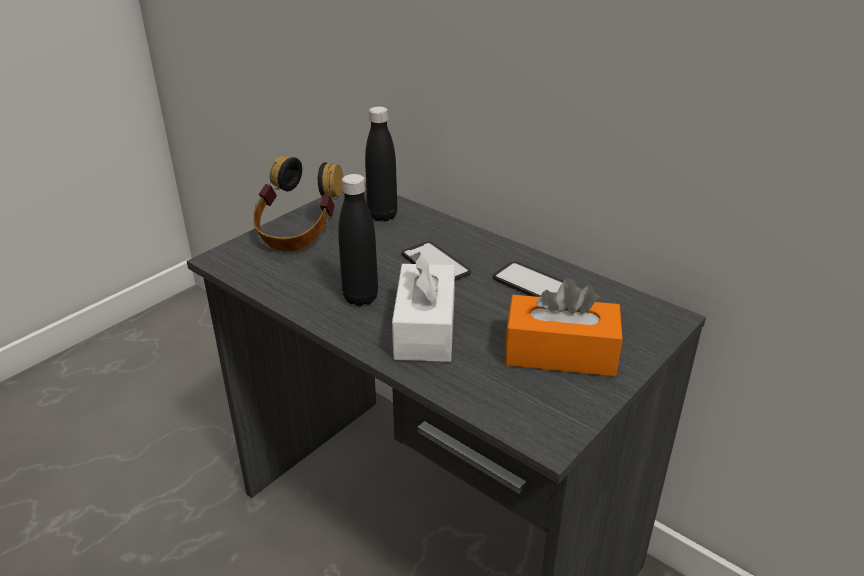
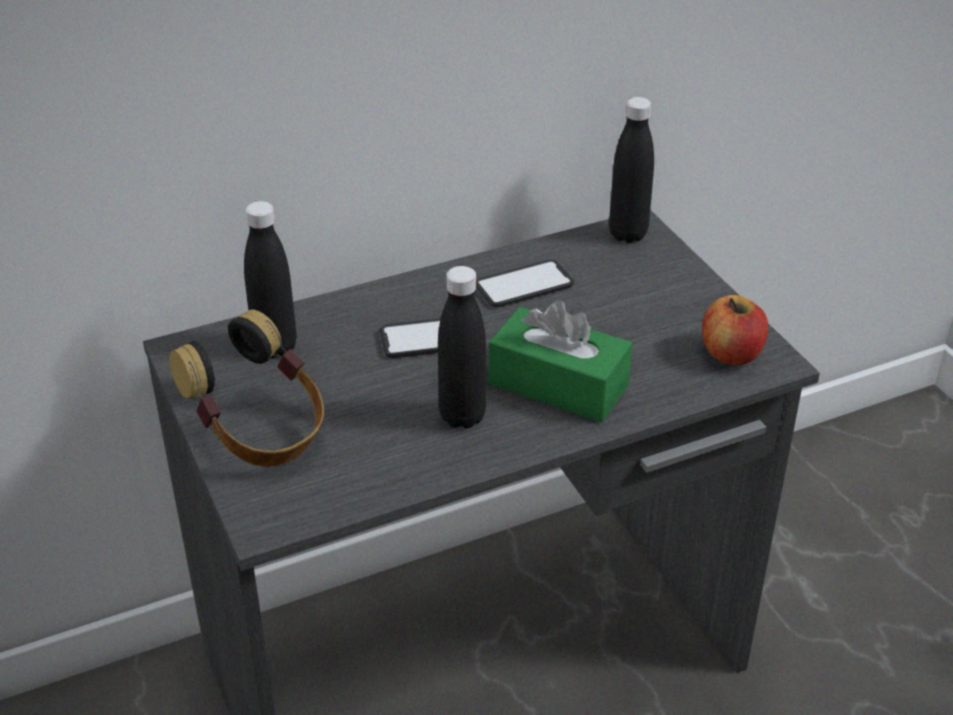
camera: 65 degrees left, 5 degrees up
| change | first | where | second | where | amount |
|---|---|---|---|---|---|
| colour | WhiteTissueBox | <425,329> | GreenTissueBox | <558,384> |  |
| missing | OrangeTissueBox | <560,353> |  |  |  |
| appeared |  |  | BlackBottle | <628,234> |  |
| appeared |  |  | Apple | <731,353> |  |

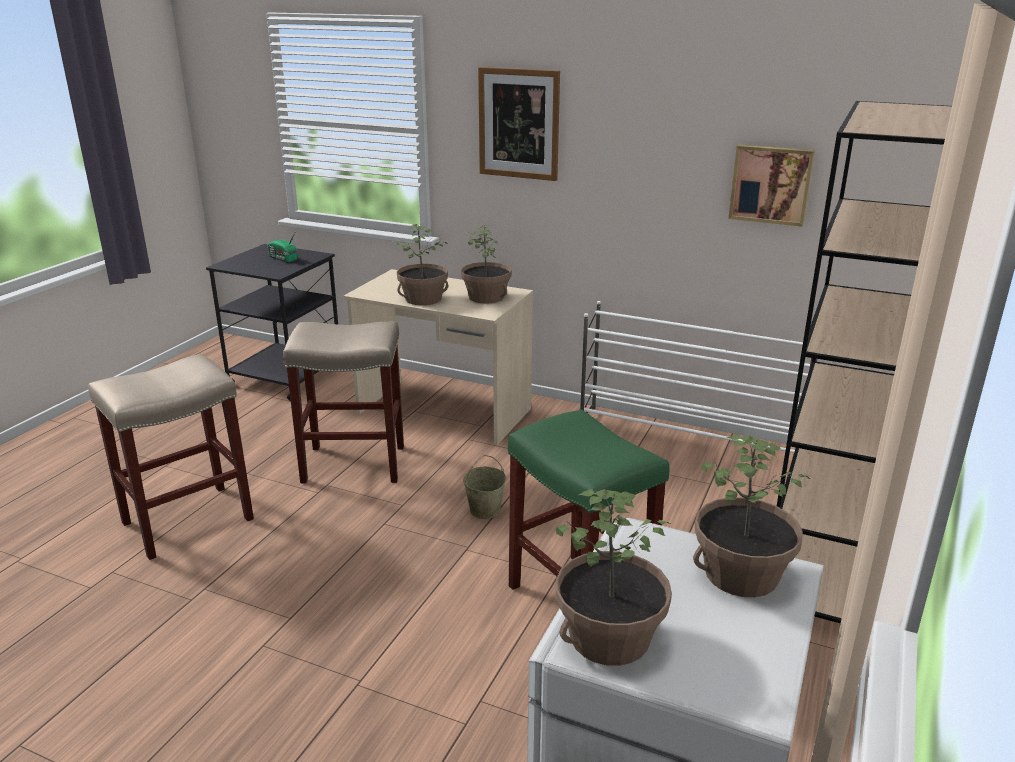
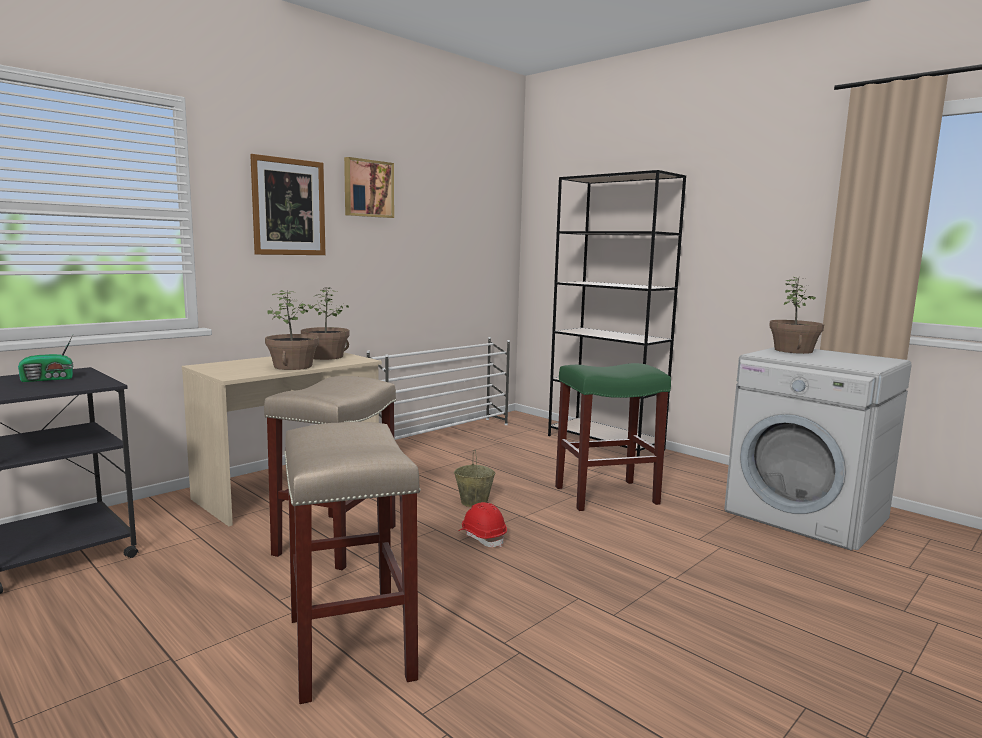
camera: 70 degrees left, 15 degrees down
| change | first | where | second | where | amount |
|---|---|---|---|---|---|
| missing | PottedPlant | <610,638> |  |  |  |
| relocated | Picture | <771,184> |  | <368,188> |  |
| appeared |  |  | RedHardHat | <482,537> |  |

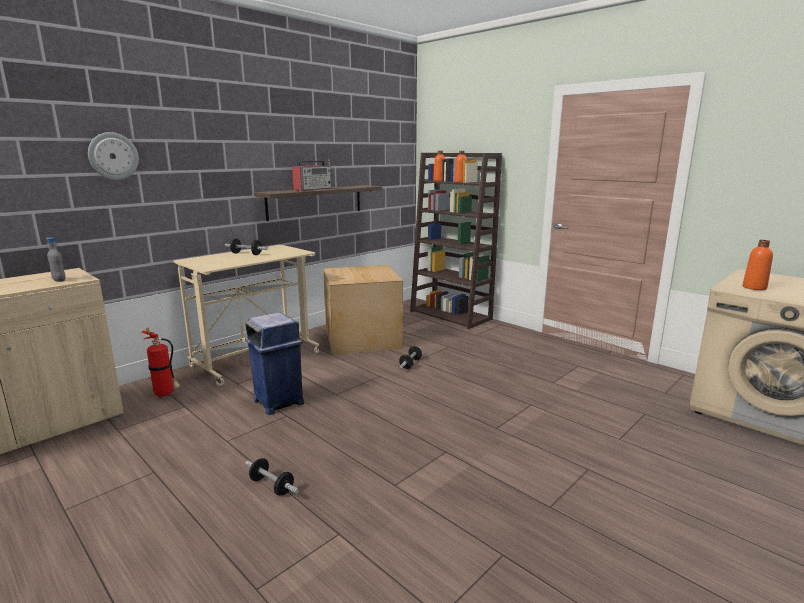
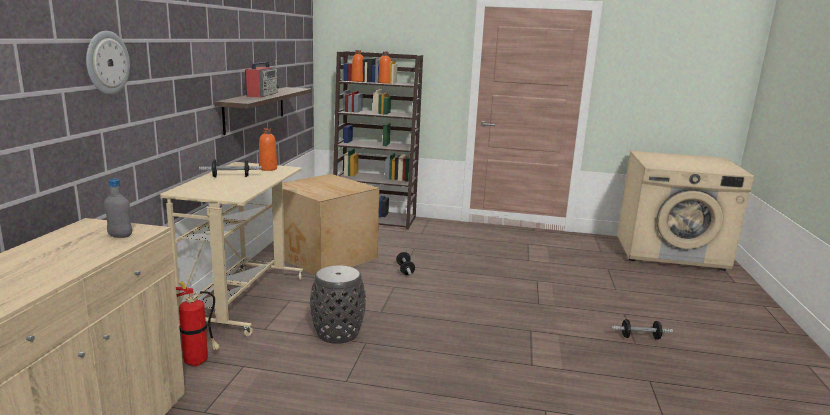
camera: 35 degrees left, 0 degrees up
| change | first | where | second | where | amount |
|---|---|---|---|---|---|
| exchanged | BlueTrashCan | <278,402> | GreyStool | <338,333> |  |
| relocated | Dumbbell | <272,486> |  | <640,337> |  |
| relocated | OrangeBottle | <754,287> |  | <268,169> |  |

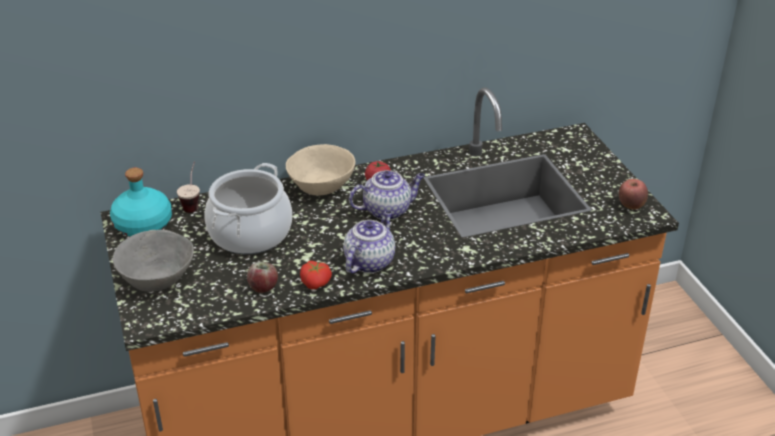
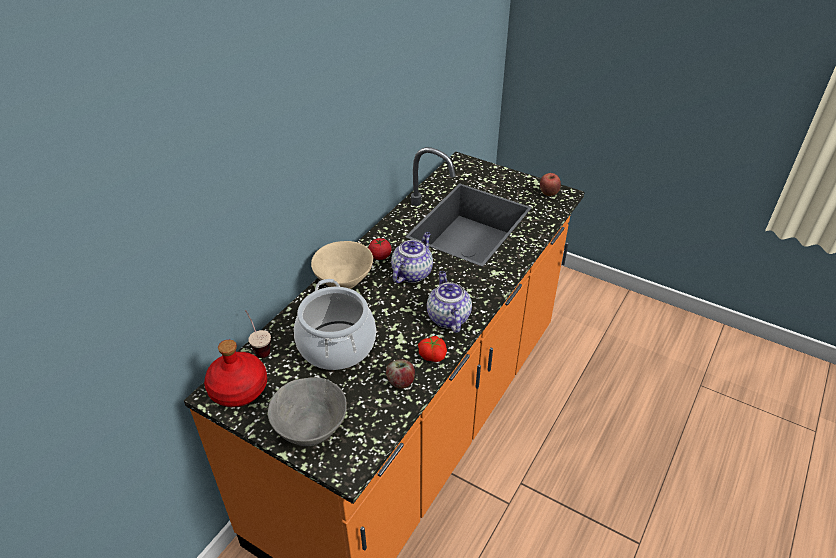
camera: 40 degrees left, 5 degrees up
| change | first | where | second | where | amount |
|---|---|---|---|---|---|
| colour | TurquoiseBottle | <142,225> | RedBottle | <238,389> |  |

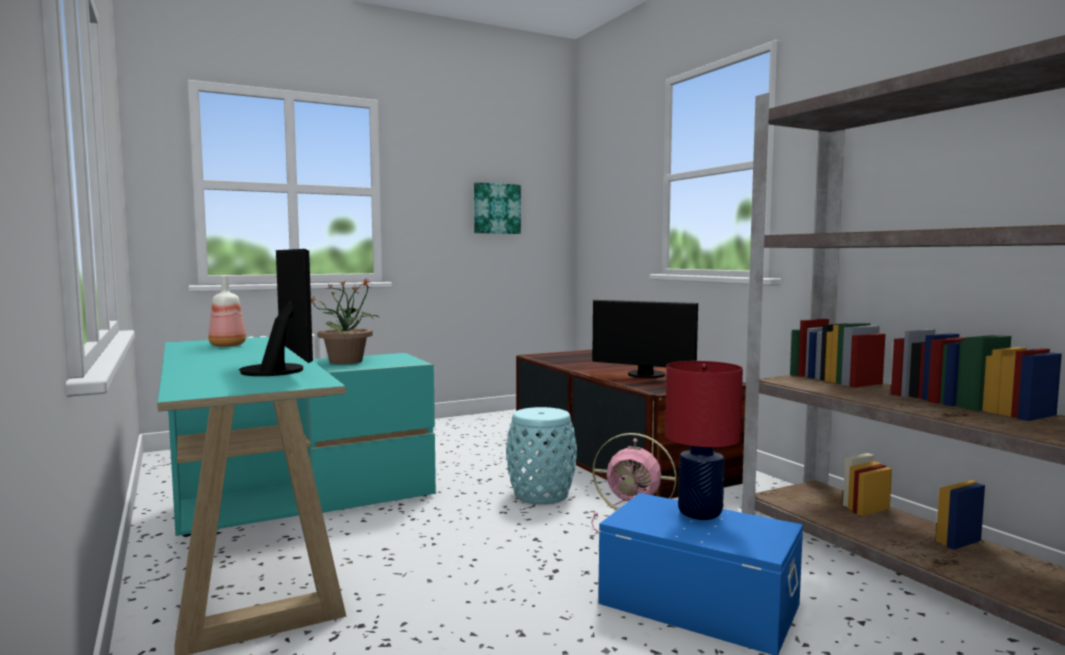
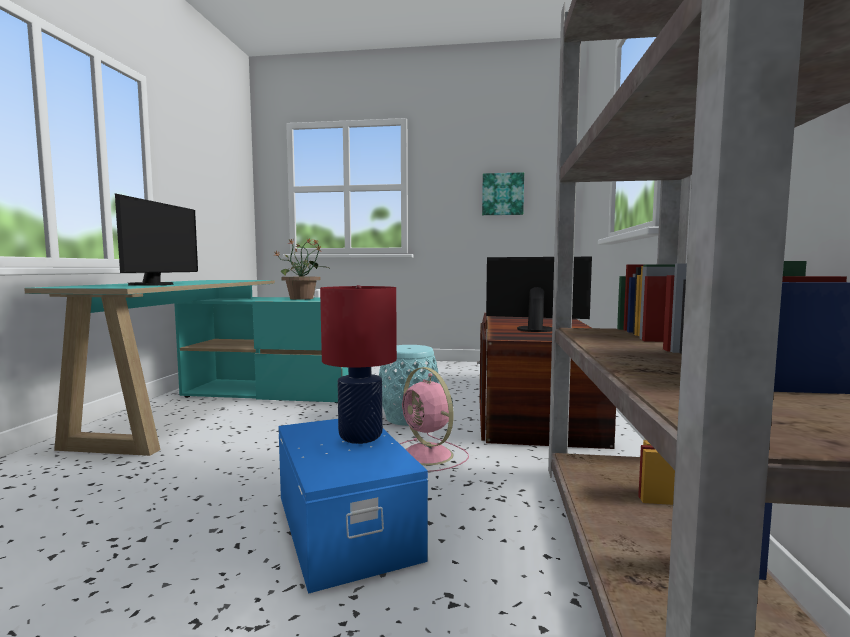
camera: 35 degrees right, 0 degrees up
| change | first | where | second | where | amount |
|---|---|---|---|---|---|
| missing | Bottle | <227,346> |  |  |  |
| spun | Monitor | <645,375> |  | <535,329> | 135 degrees clockwise |

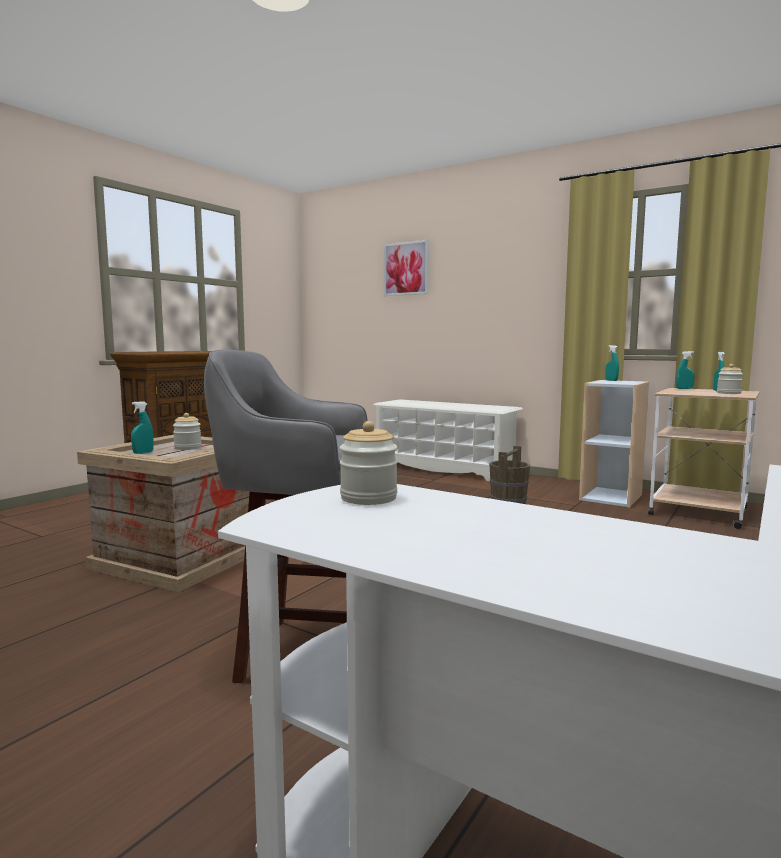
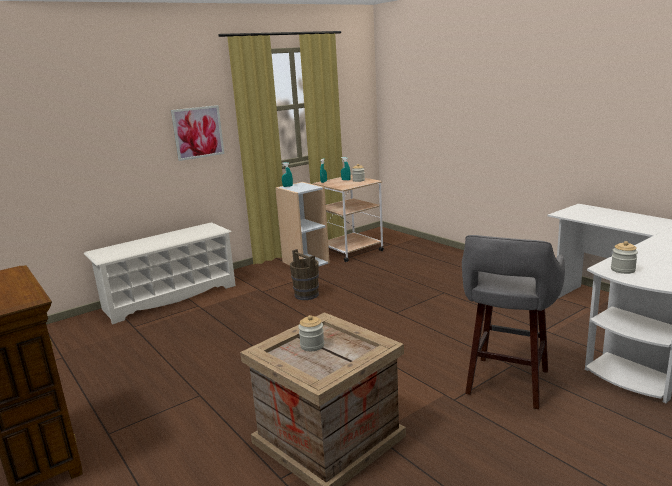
camera: 70 degrees left, 10 degrees up
| change | first | where | second | where | amount |
|---|---|---|---|---|---|
| missing | TurquoiseSprayBottle | <143,453> |  |  |  |
| relocated | Picture | <406,268> |  | <198,132> |  |

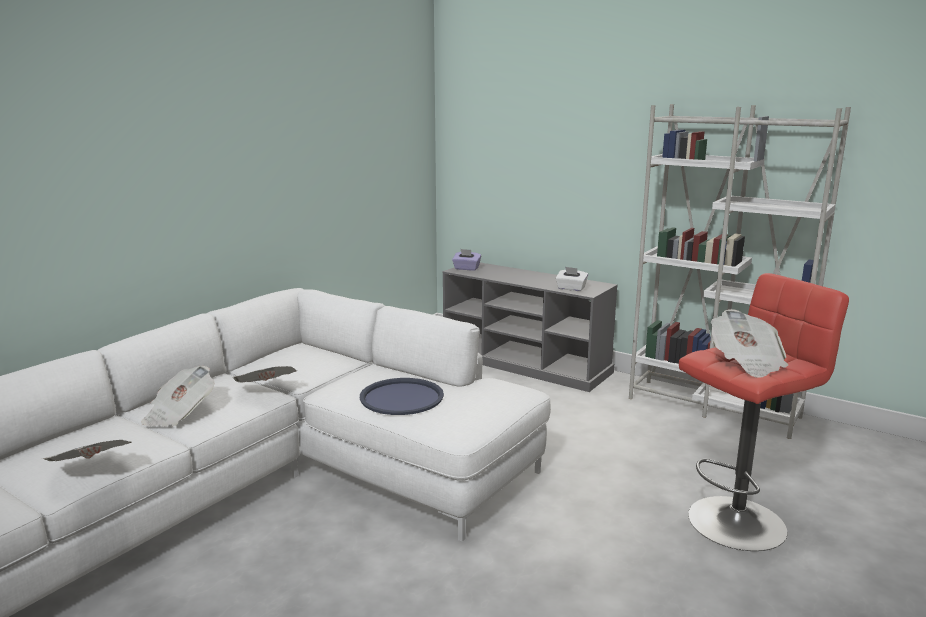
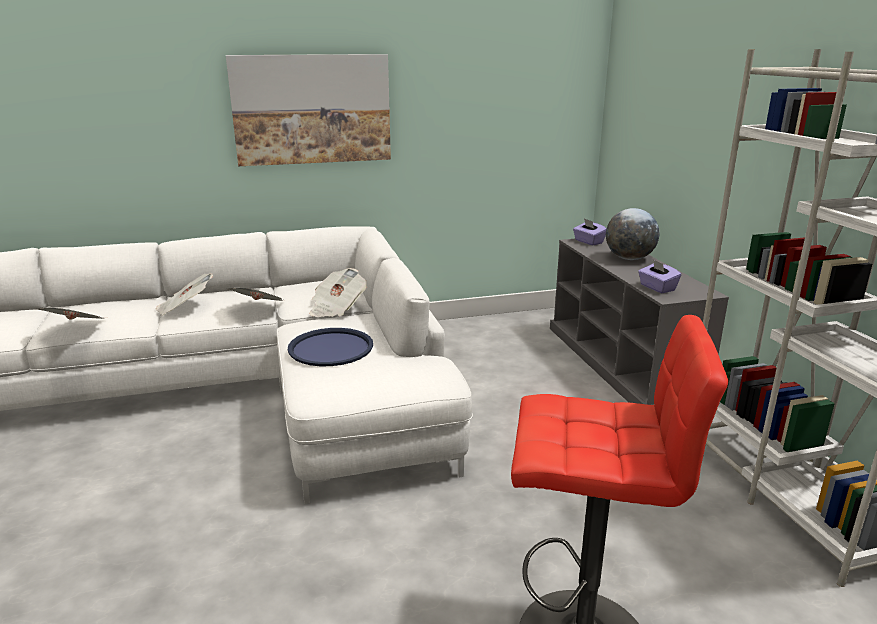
camera: 40 degrees right, 5 degrees up
| change | first | where | second | where | amount |
|---|---|---|---|---|---|
| colour | WhiteTissueBox | <571,288> | PurpleTissueBox | <657,288> |  |
| relocated | Newspaper | <746,362> |  | <337,308> |  |
| appeared |  |  | Picture | <312,109> |  |
| appeared |  |  | Globe | <629,258> |  |

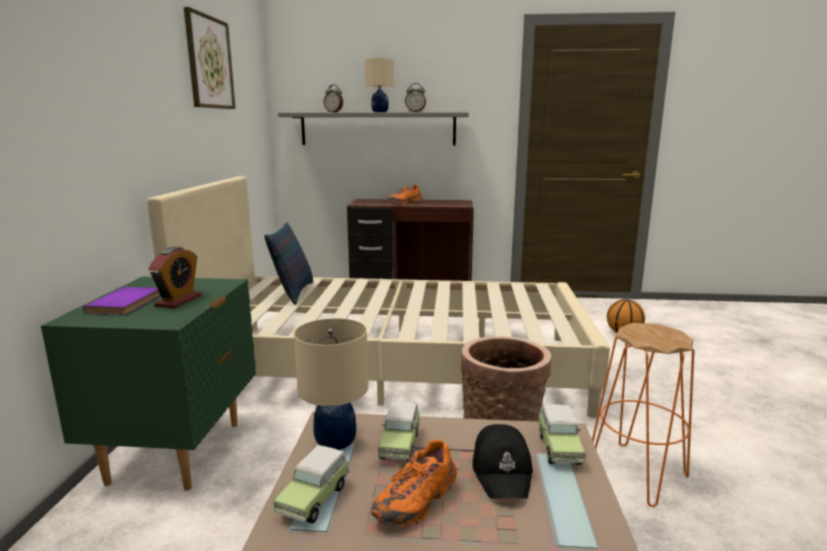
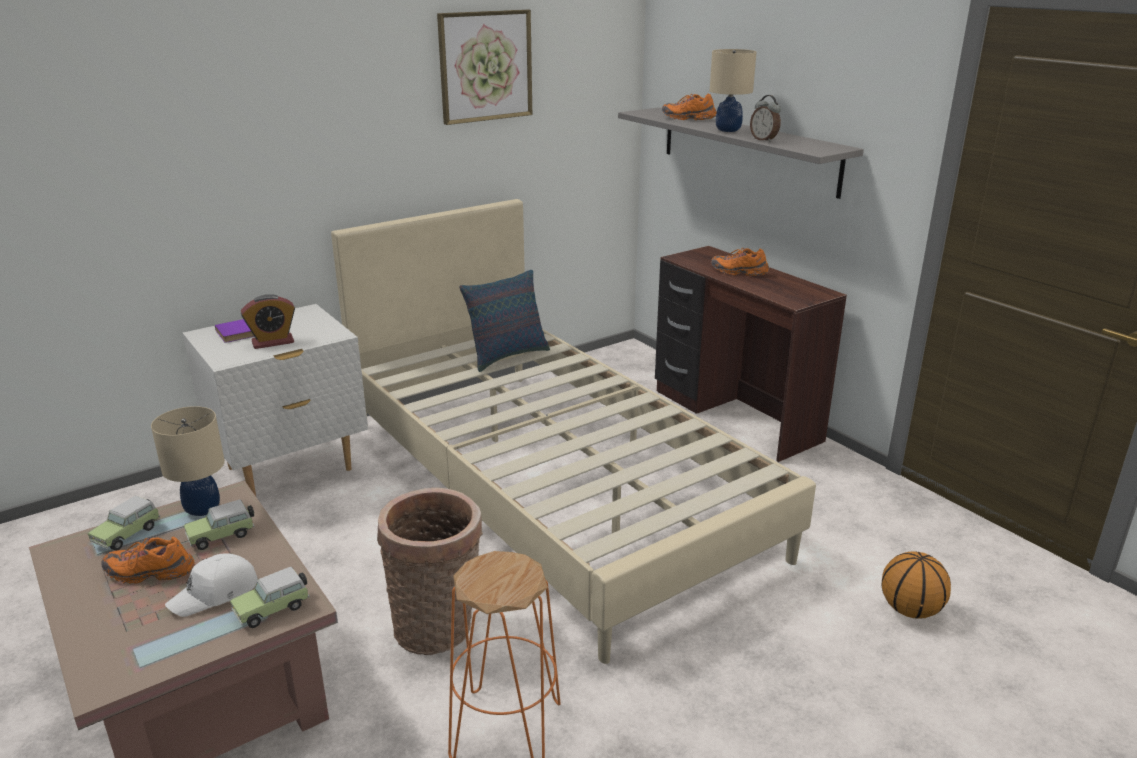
camera: 50 degrees right, 10 degrees up
| change | first | where | second | where | amount |
|---|---|---|---|---|---|
| colour | GreenNightstand | <178,452> | WhiteNightstand | <291,469> |  |
| spun | ToyCar | <315,498> |  | <129,534> | 45 degrees counterclockwise |
| exchanged | AlarmClock | <334,112> | OrangeShoe | <688,118> |  |
| colour | BlackCap | <502,470> | WhiteCap | <215,593> |  |

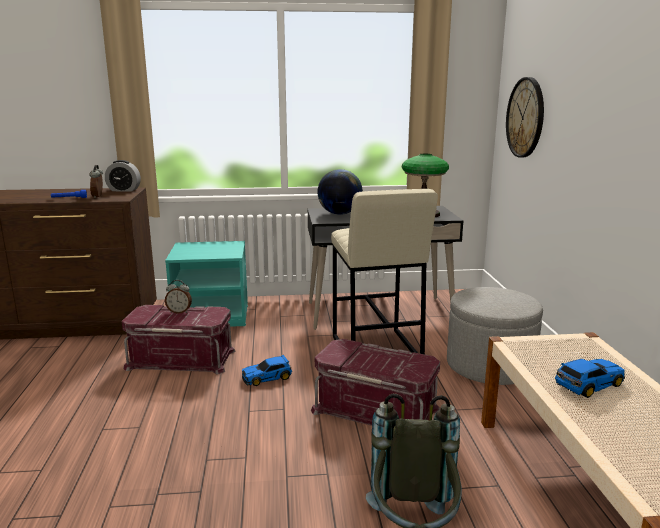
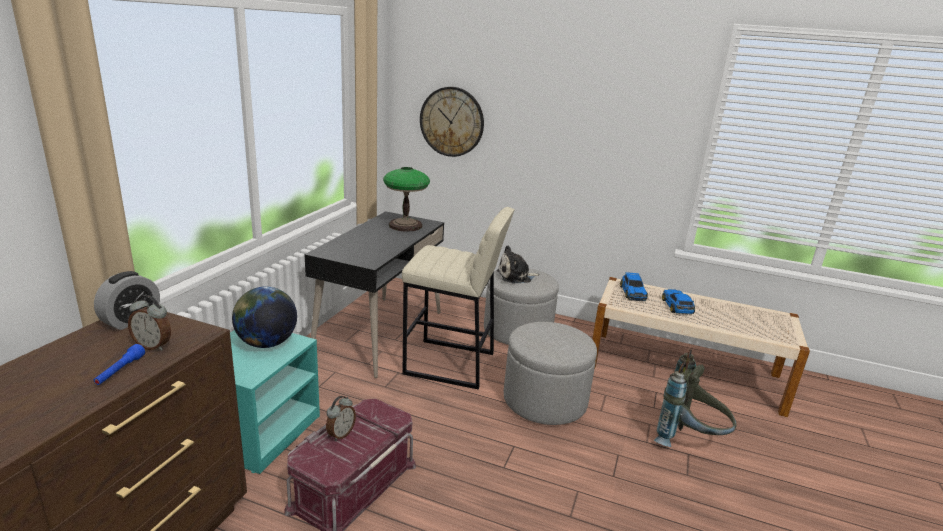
camera: 65 degrees left, 5 degrees up
| change | first | where | second | where | amount |
|---|---|---|---|---|---|
| relocated | ToyCar | <268,377> |  | <633,293> |  |
| exchanged | RedStorageBox | <376,409> | GreyOttoman | <545,400> |  |
| relocated | Globe | <339,213> |  | <266,343> |  |
| appeared |  |  | PlushToy | <516,276> |  |

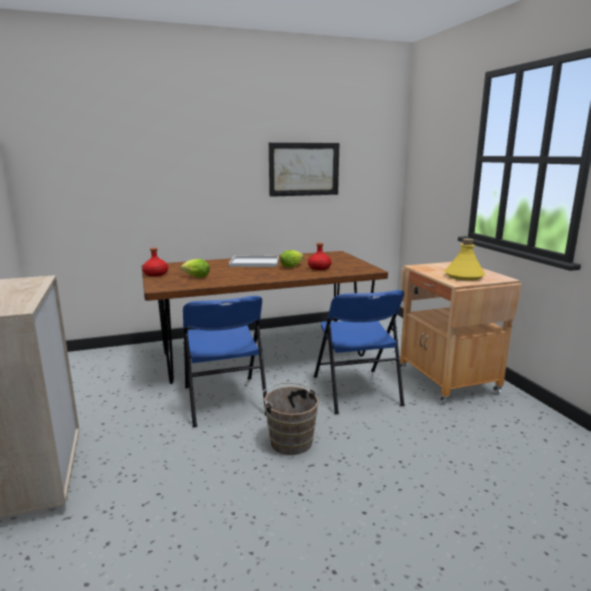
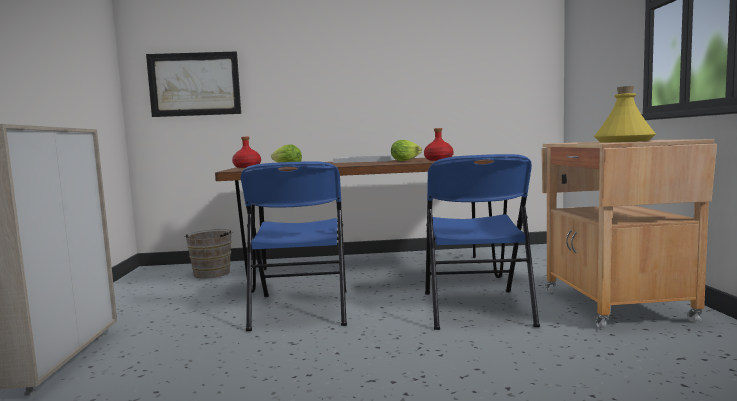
camera: 15 degrees right, 10 degrees down
| change | first | where | second | where | amount |
|---|---|---|---|---|---|
| relocated | BrownBucket | <289,440> |  | <212,272> |  |
| relocated | Picture | <304,169> |  | <195,84> |  |

